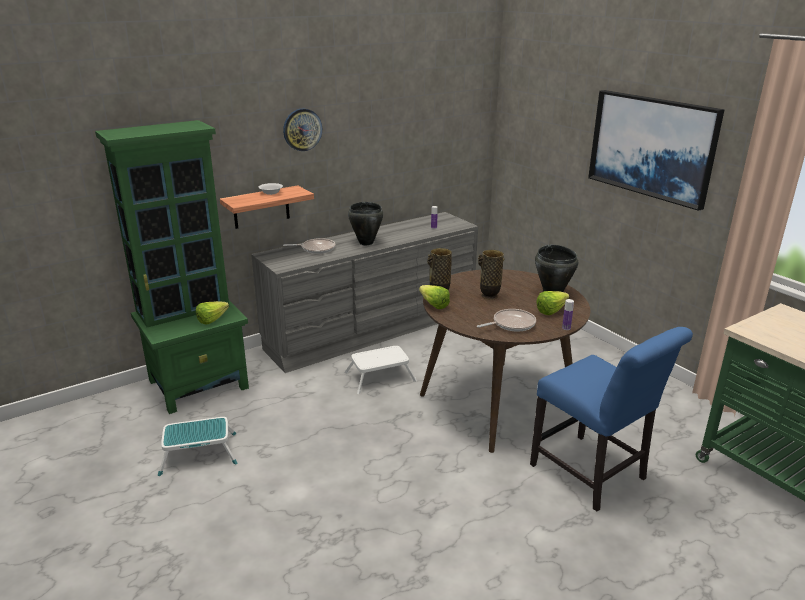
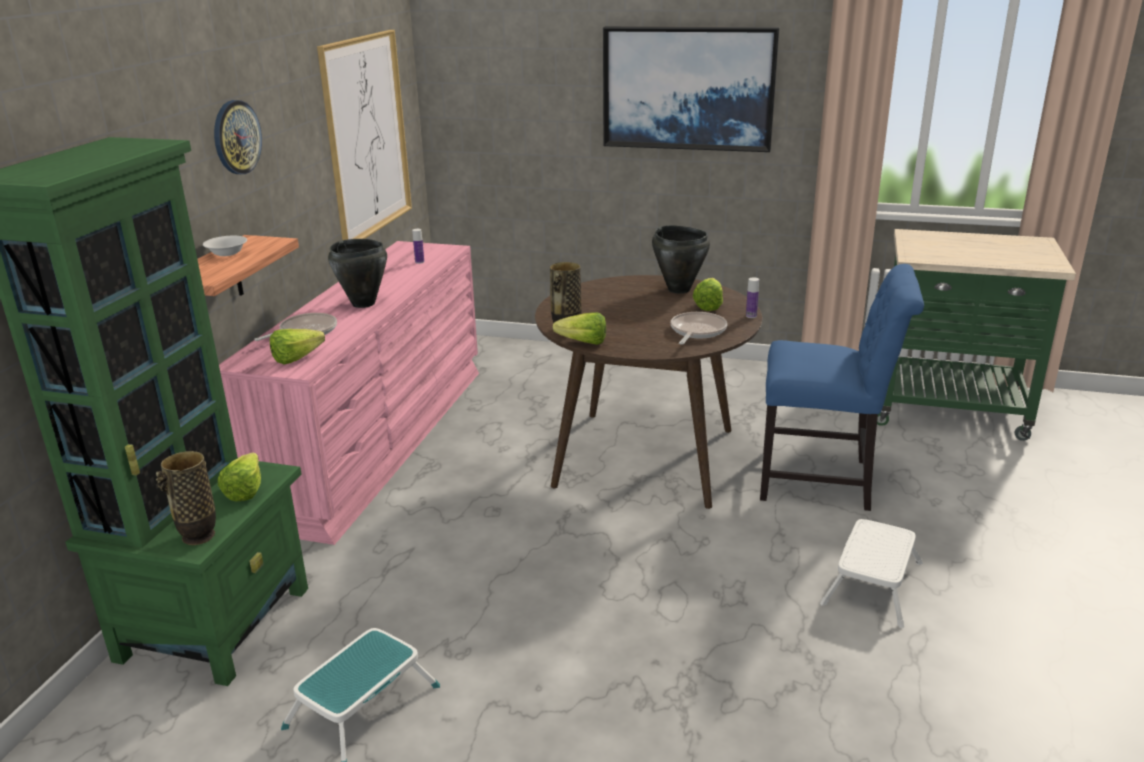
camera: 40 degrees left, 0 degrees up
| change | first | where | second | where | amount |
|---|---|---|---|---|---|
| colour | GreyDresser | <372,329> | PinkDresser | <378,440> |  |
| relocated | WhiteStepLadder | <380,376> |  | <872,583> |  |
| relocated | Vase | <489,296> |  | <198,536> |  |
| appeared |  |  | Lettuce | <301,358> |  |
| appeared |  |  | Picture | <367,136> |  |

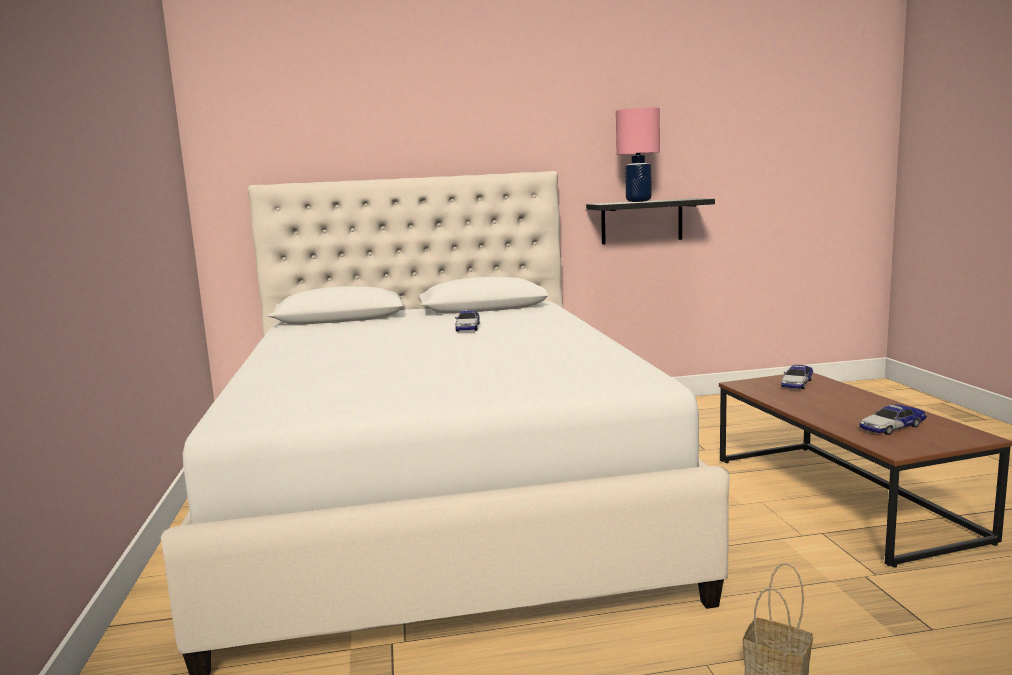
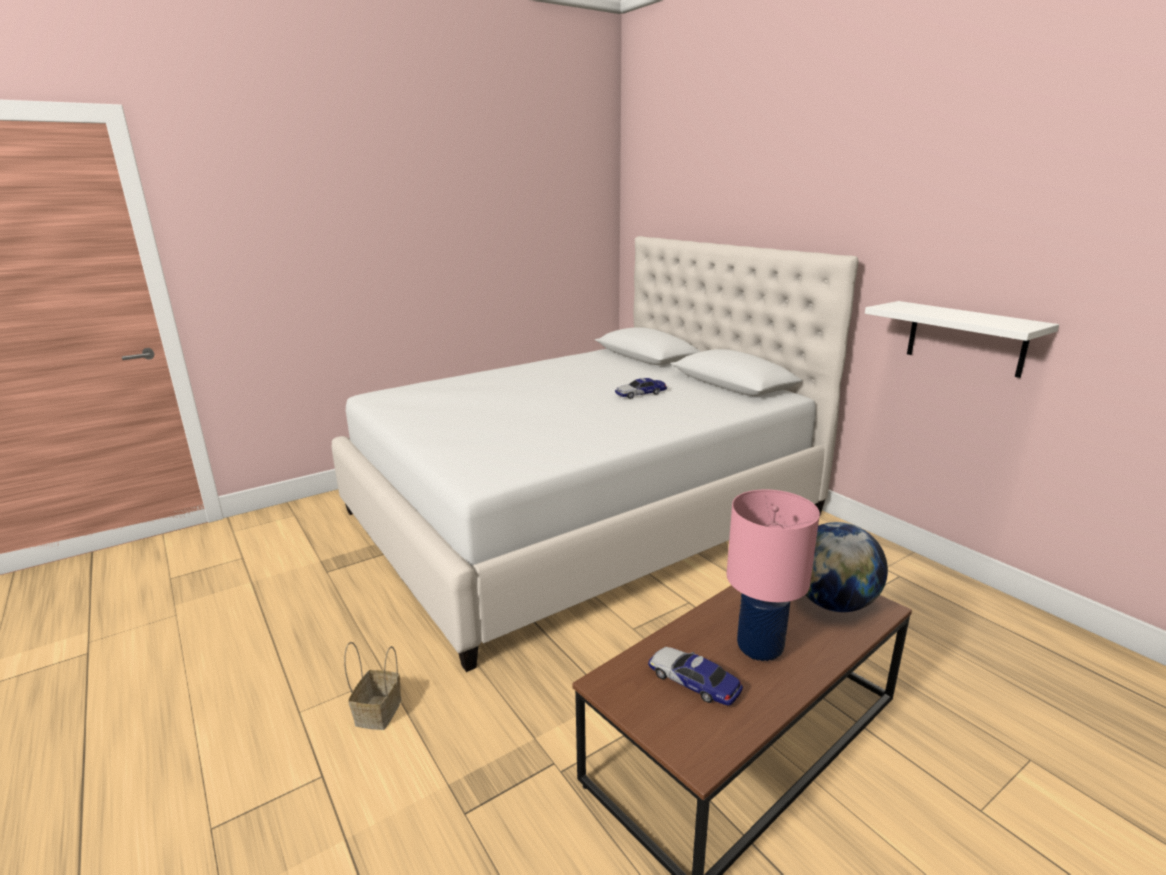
camera: 65 degrees right, 10 degrees up
| change | first | where | second | where | amount |
|---|---|---|---|---|---|
| colour | BlackShelf | <641,221> | WhiteShelf | <965,338> |  |
| relocated | PinkTableLamp | <638,201> |  | <760,650> |  |
| exchanged | ToyCar | <797,383> | Globe | <833,603> |  |

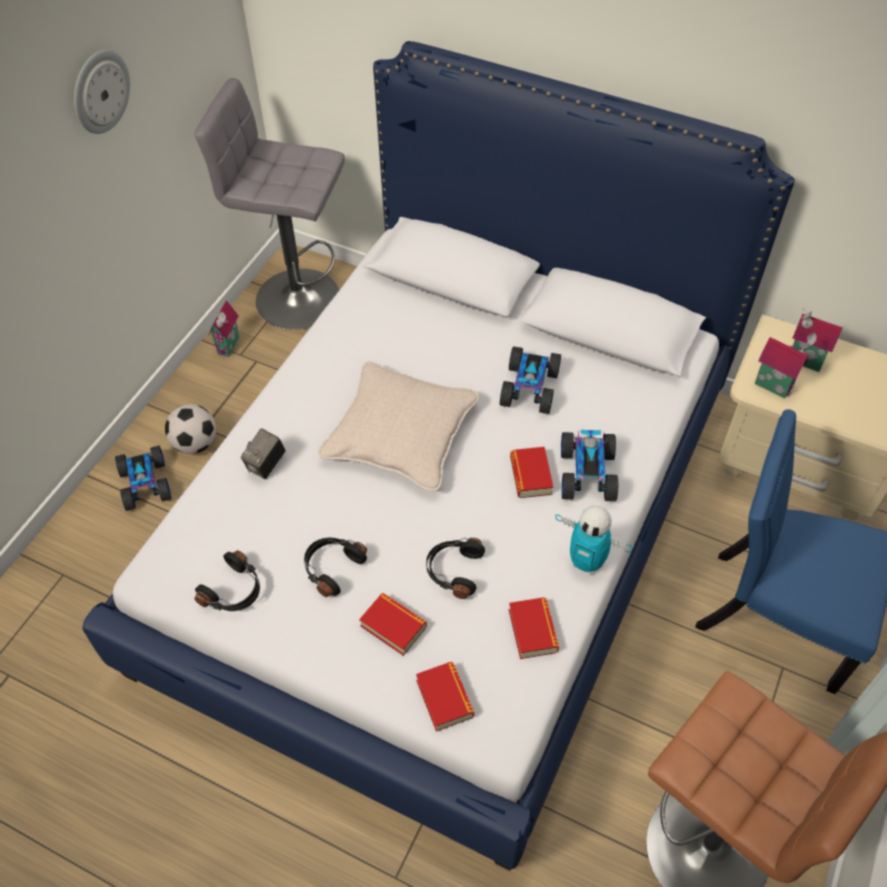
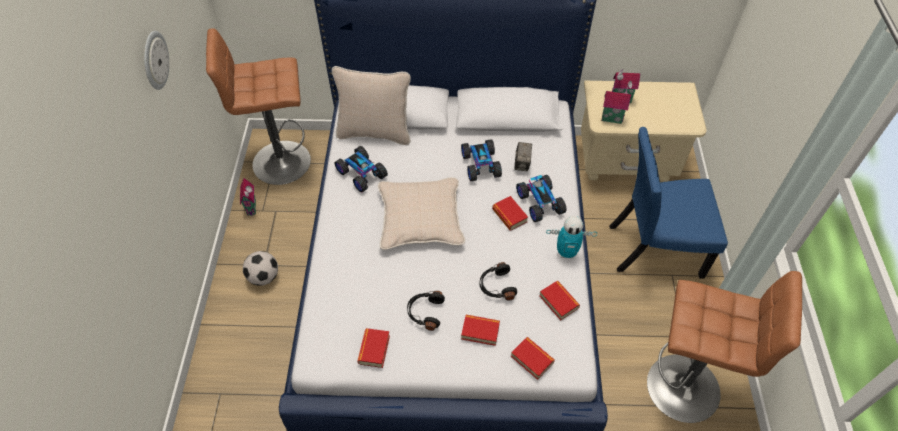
camera: 25 degrees left, 0 degrees up
| change | first | where | second | where | amount |
|---|---|---|---|---|---|
| relocated | ToyCar | <146,483> |  | <362,173> |  |
| exchanged | BlackHeadphones | <234,591> | Book | <374,349> |  |
| colour | GreyStool | <297,298> | BrownStool | <281,162> |  |
| relocated | PhotoCamera | <266,465> |  | <522,164> |  |
| appeared |  |  | BeigePillow | <375,132> |  |

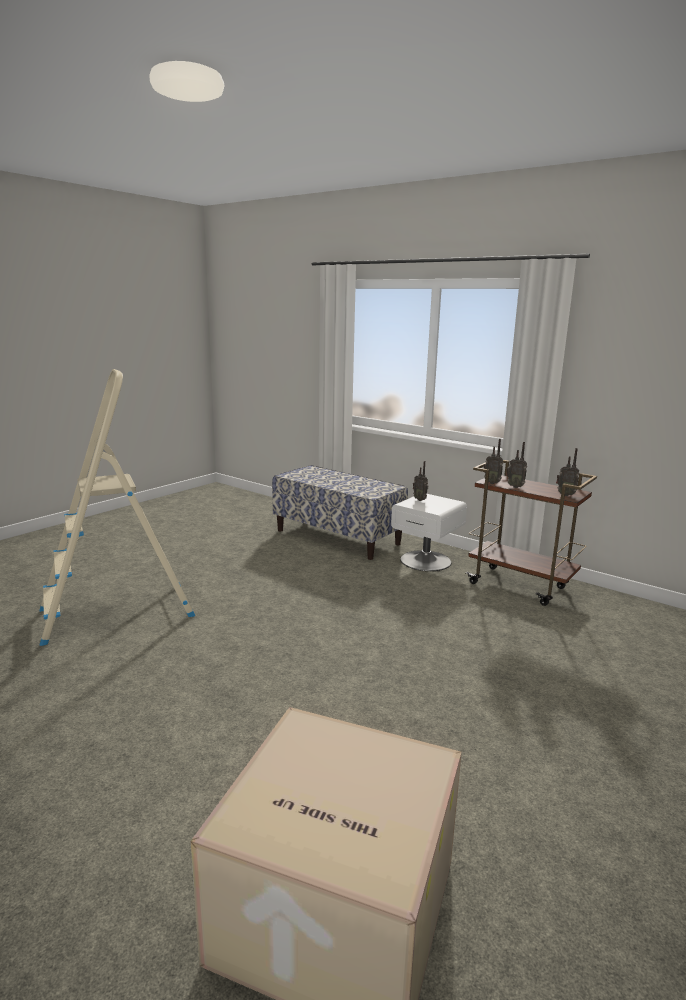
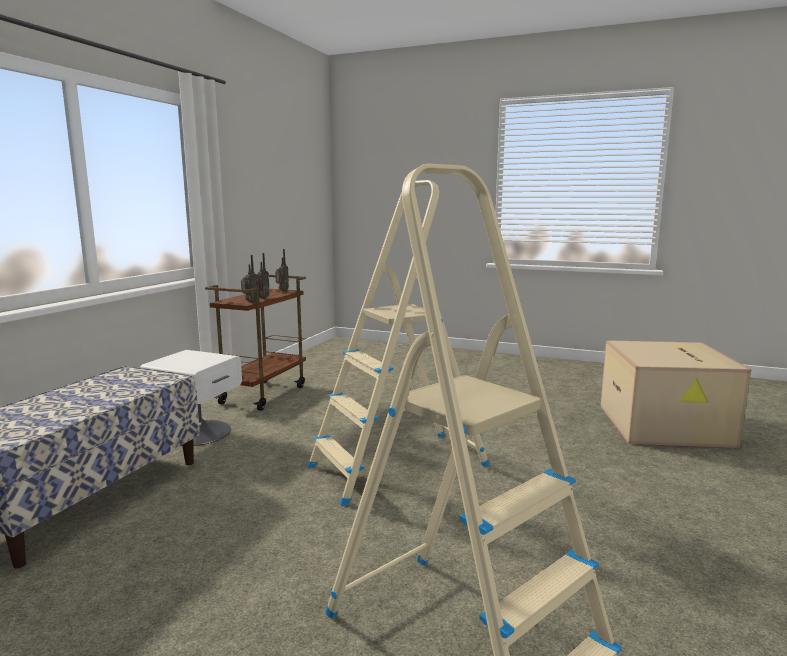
camera: 105 degrees left, 5 degrees down
| change | first | where | second | where | amount |
|---|---|---|---|---|---|
| missing | Radio | <420,499> |  |  |  |
| appeared |  |  | BeigeStepLadder | <397,466> |  |

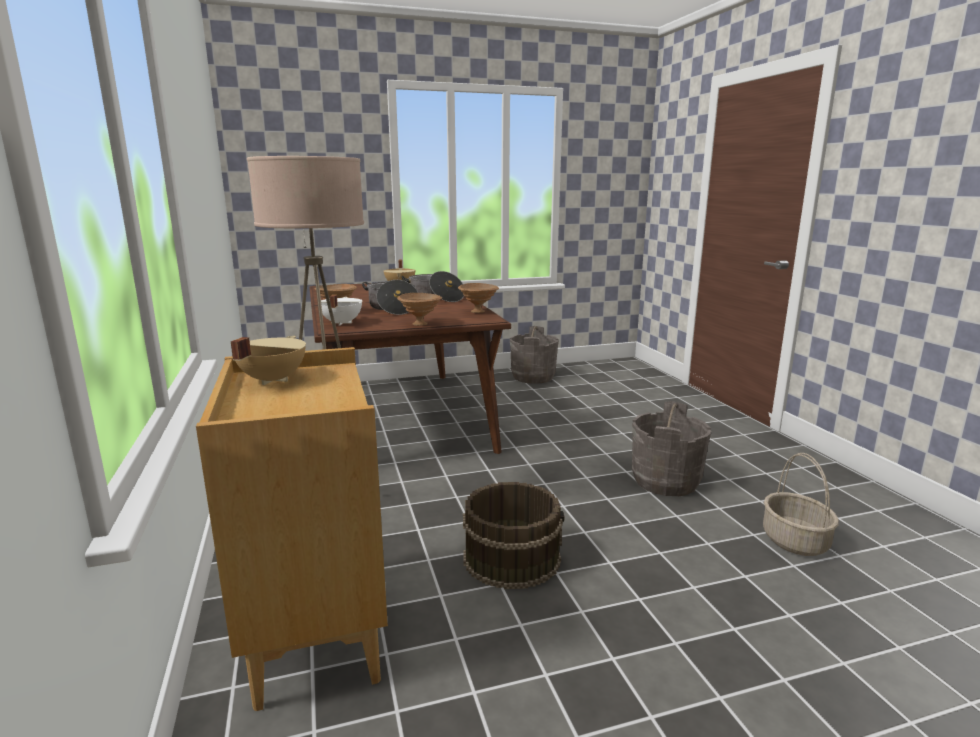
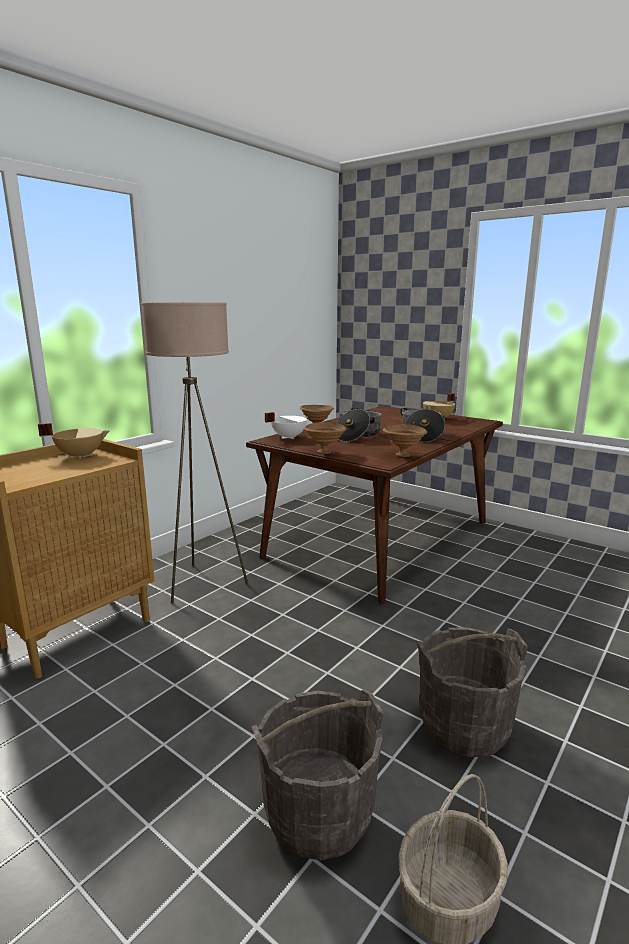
camera: 55 degrees right, 0 degrees up
| change | first | where | second | where | amount |
|---|---|---|---|---|---|
| missing | BrownBucket | <511,557> |  |  |  |
| relocated | GreyBucket | <533,377> |  | <318,812> |  |

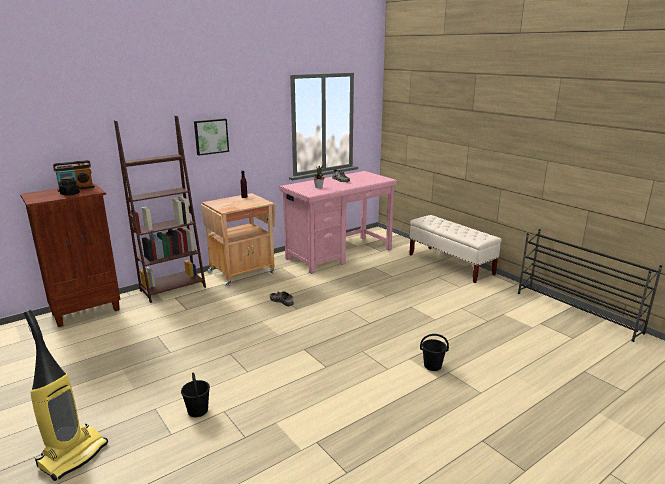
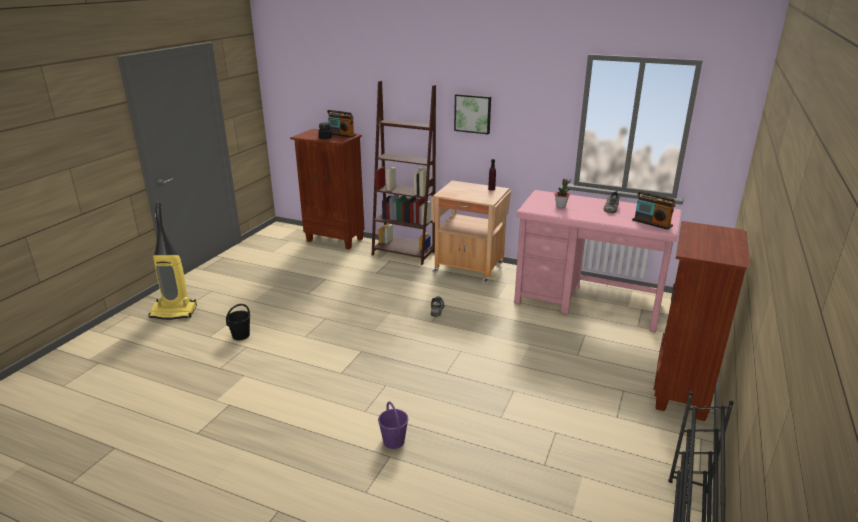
camera: 60 degrees right, 5 degrees up
| change | first | where | second | where | amount |
|---|---|---|---|---|---|
| exchanged | BeigeBench | <450,264> | BrownCabinet | <679,392> |  |
| colour | BlackBucket | <433,366> | PurpleBucket | <394,441> |  |
| appeared |  |  | Radio | <652,223> |  |

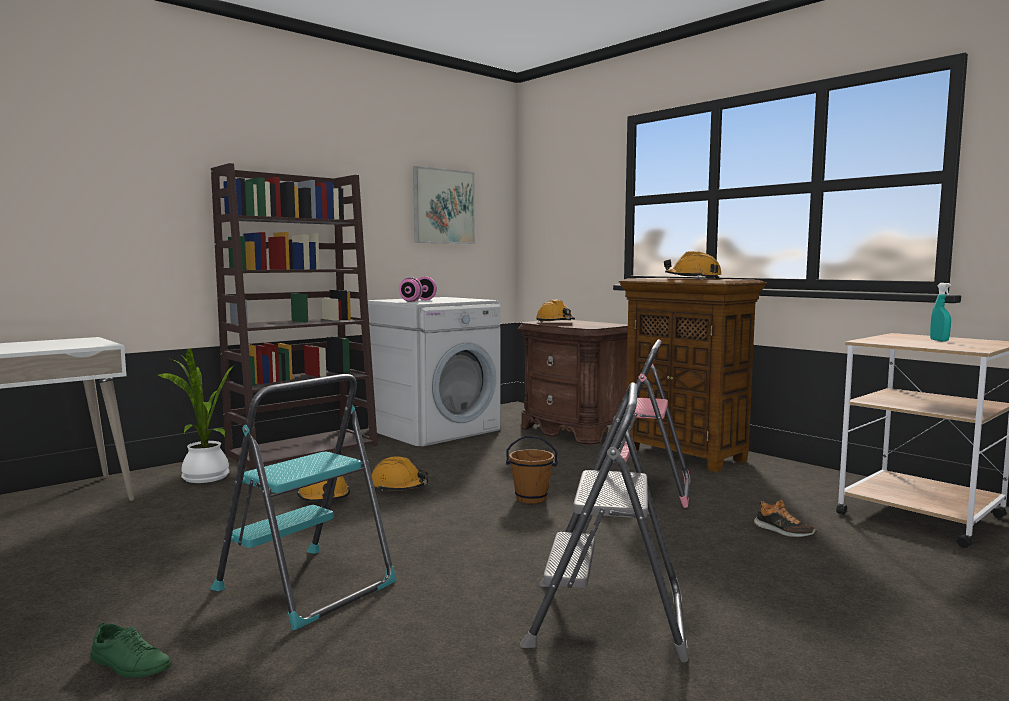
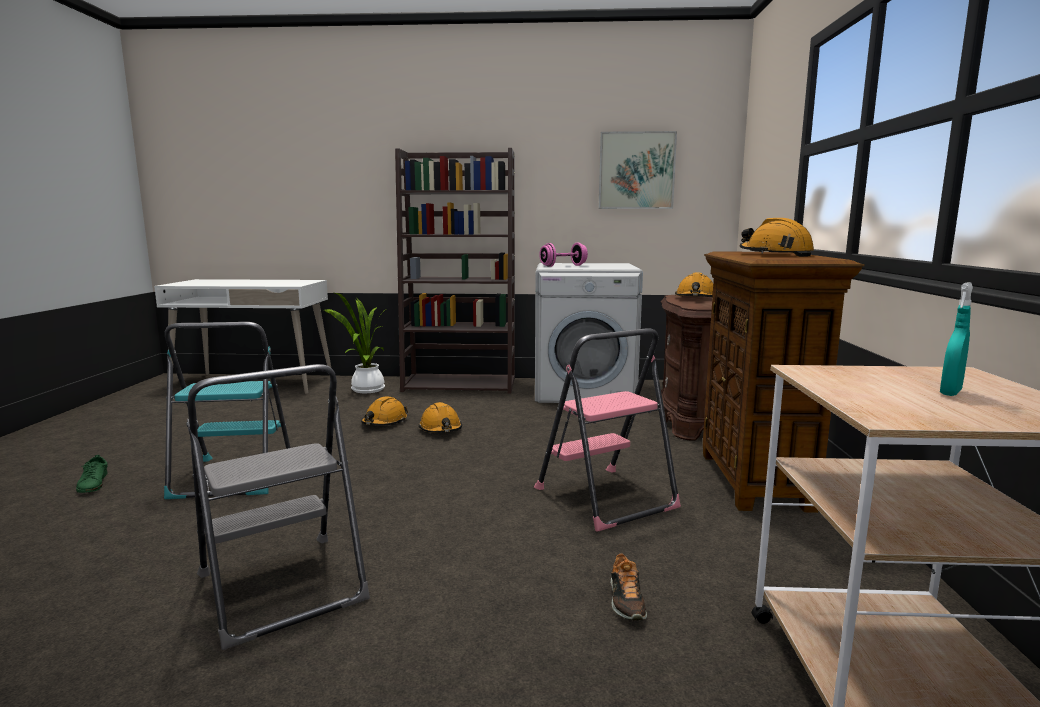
camera: 45 degrees right, 5 degrees up
| change | first | where | second | where | amount |
|---|---|---|---|---|---|
| missing | BrownBucket | <531,498> |  |  |  |

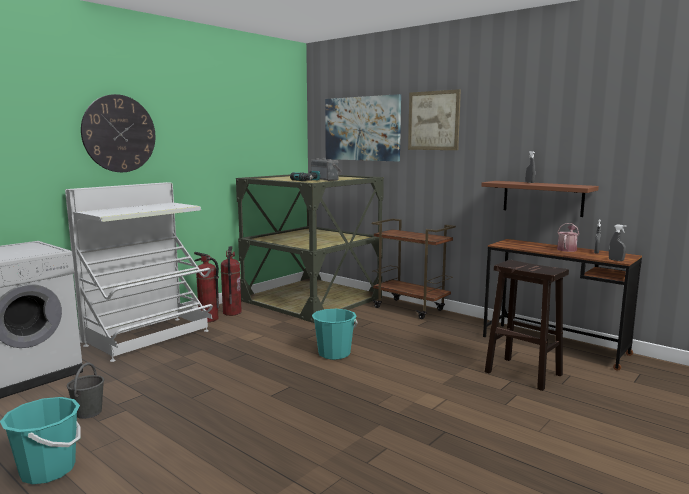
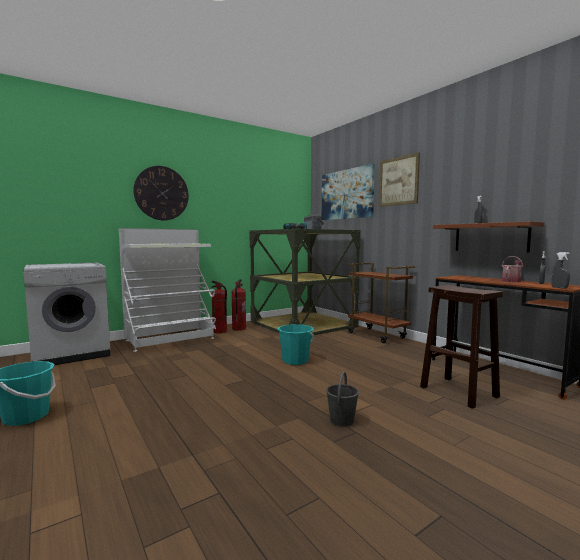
camera: 15 degrees right, 5 degrees down
| change | first | where | second | where | amount |
|---|---|---|---|---|---|
| relocated | GreyBucket | <88,413> |  | <341,420> |  |

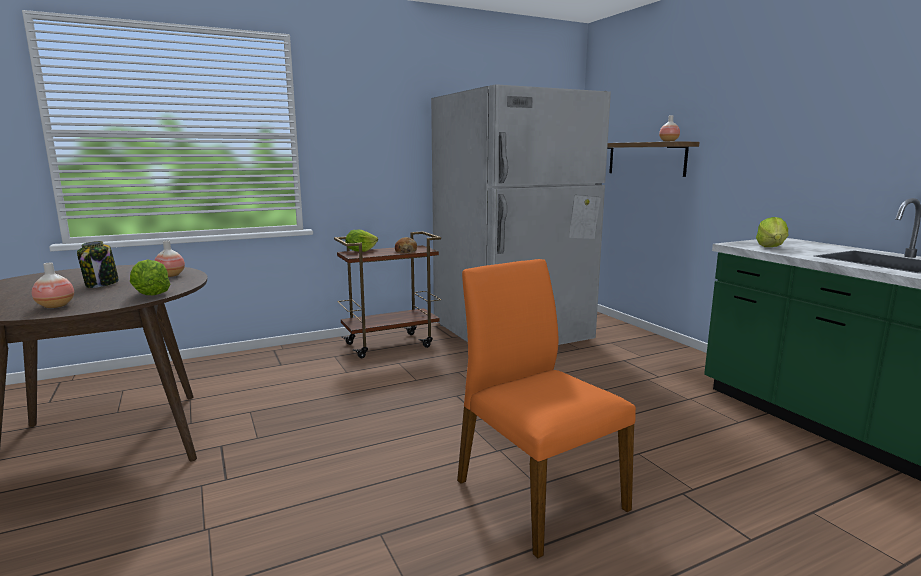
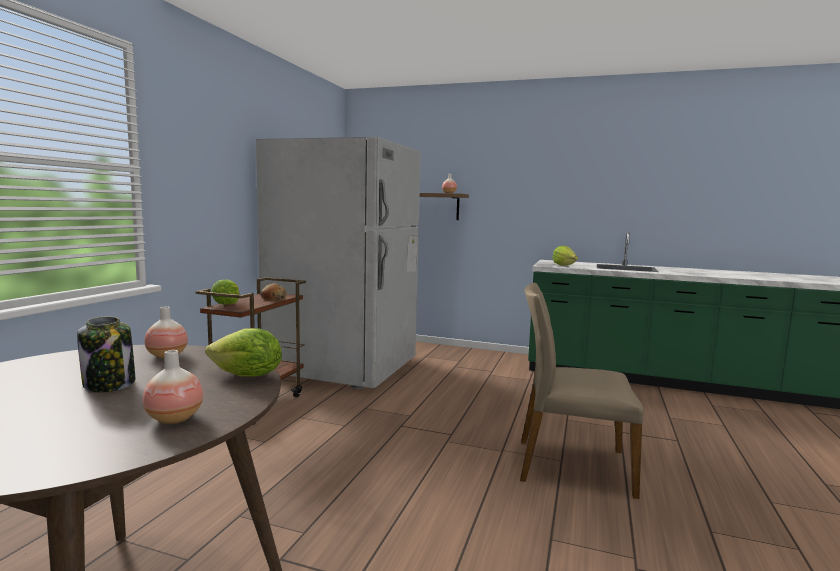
camera: 45 degrees left, 5 degrees down
| change | first | where | second | where | amount |
|---|---|---|---|---|---|
| colour | OrangeChair | <537,494> | BeigeChair | <571,465> |  |

